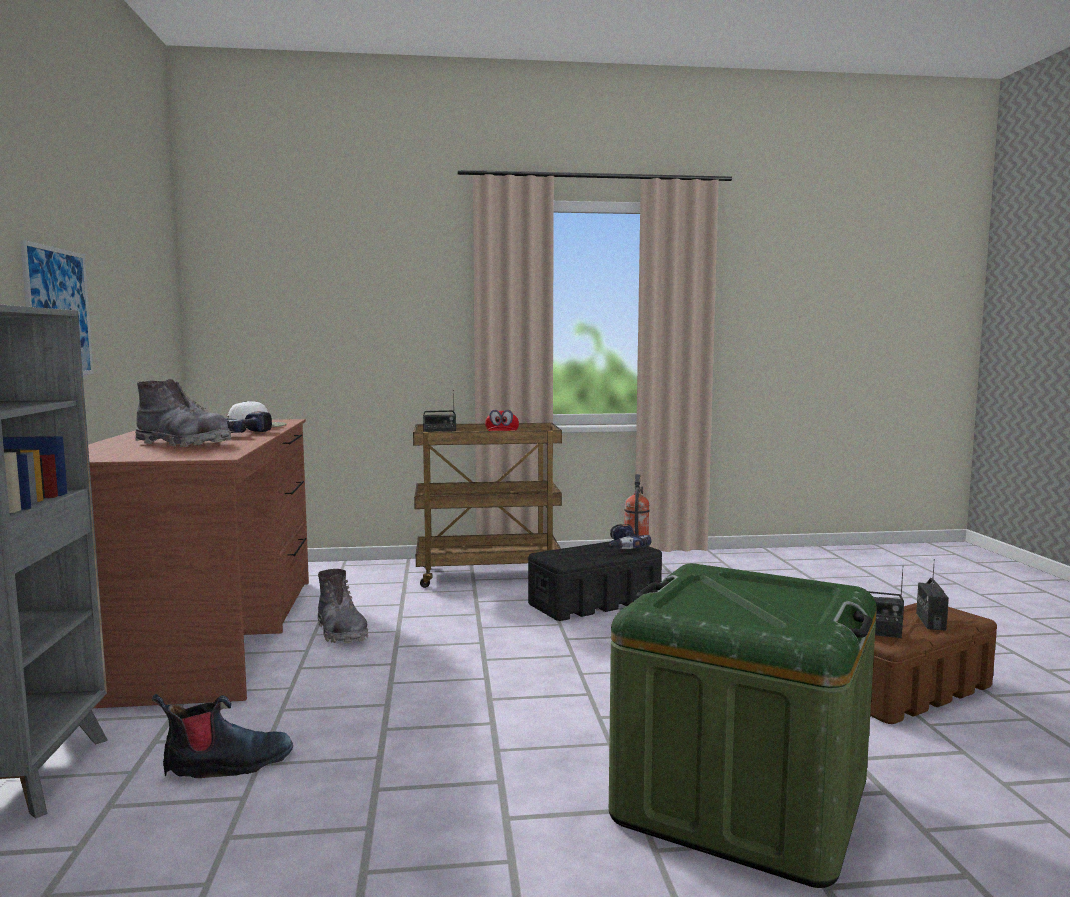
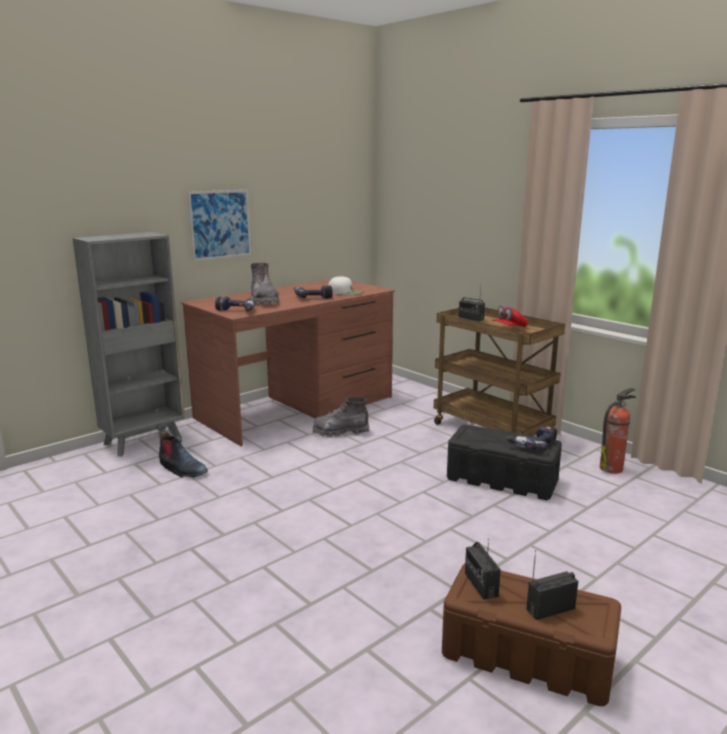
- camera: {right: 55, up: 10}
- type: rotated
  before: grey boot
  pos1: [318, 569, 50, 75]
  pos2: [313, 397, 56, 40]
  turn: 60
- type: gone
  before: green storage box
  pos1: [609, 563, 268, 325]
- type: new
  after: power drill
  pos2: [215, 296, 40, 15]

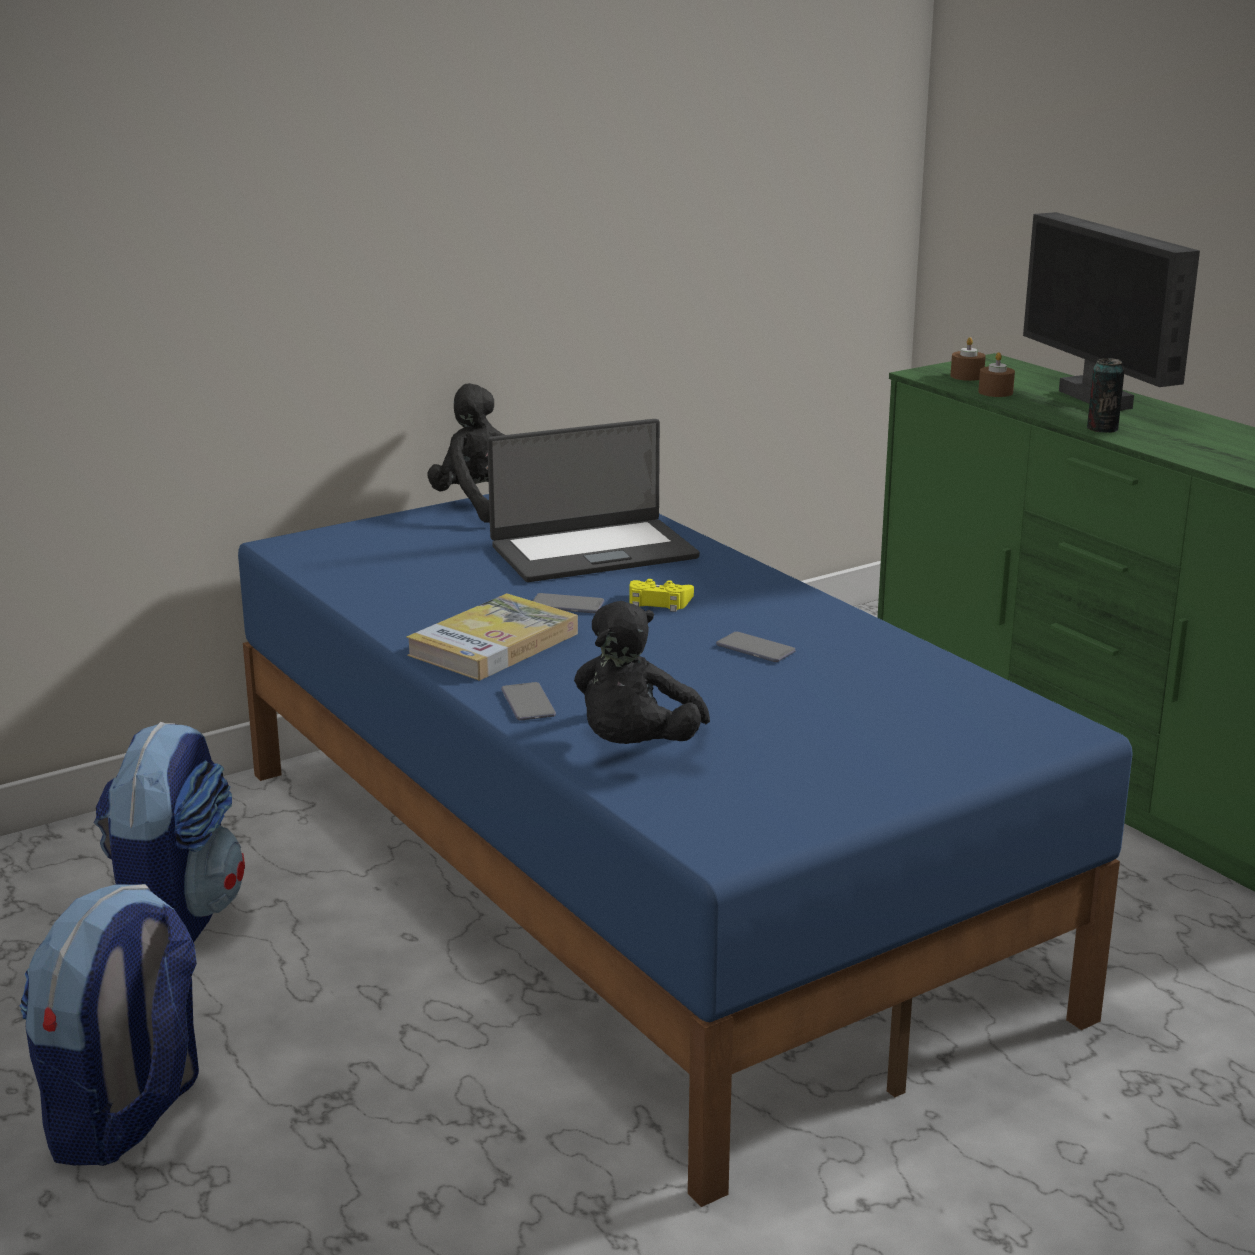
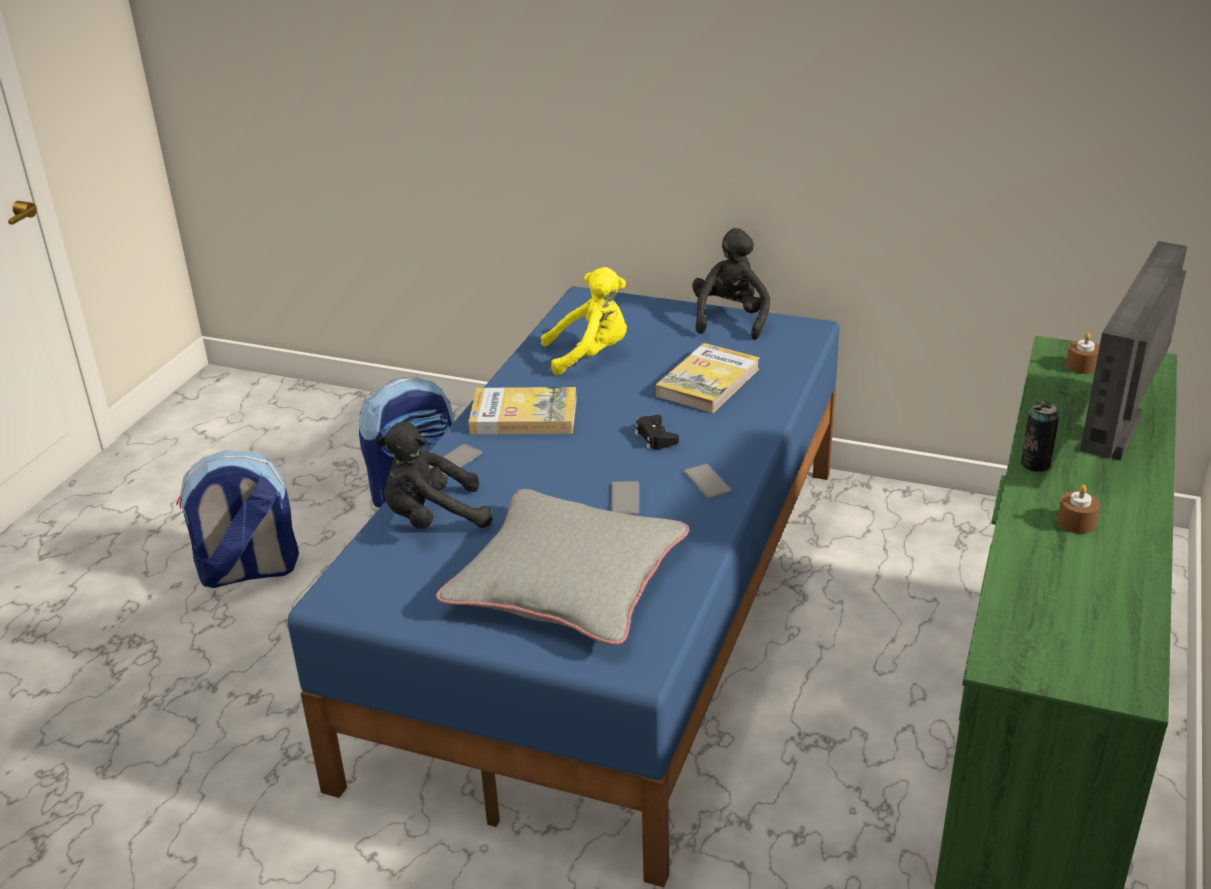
- camera: {right: 55, up: 10}
- type: swapped
  before: laptop
  after: book
  pos1: [487, 419, 213, 163]
  pos2: [656, 343, 104, 70]
- type: shifted
  before: phone
  pos1: [533, 593, 71, 20]
  pos2: [684, 464, 48, 35]
- type: repainted
  before: yellow game controller
  after: black game controller
  pos1: [629, 579, 65, 33]
  pos2: [635, 415, 44, 34]
- type: shifted
  before: brown candle
  pos1: [978, 352, 37, 45]
  pos2: [1057, 485, 43, 49]
- type: new
  after: grey pillow
  pos2: [436, 489, 253, 156]
- type: new
  after: yellow plush toy
  pos2: [541, 267, 86, 108]

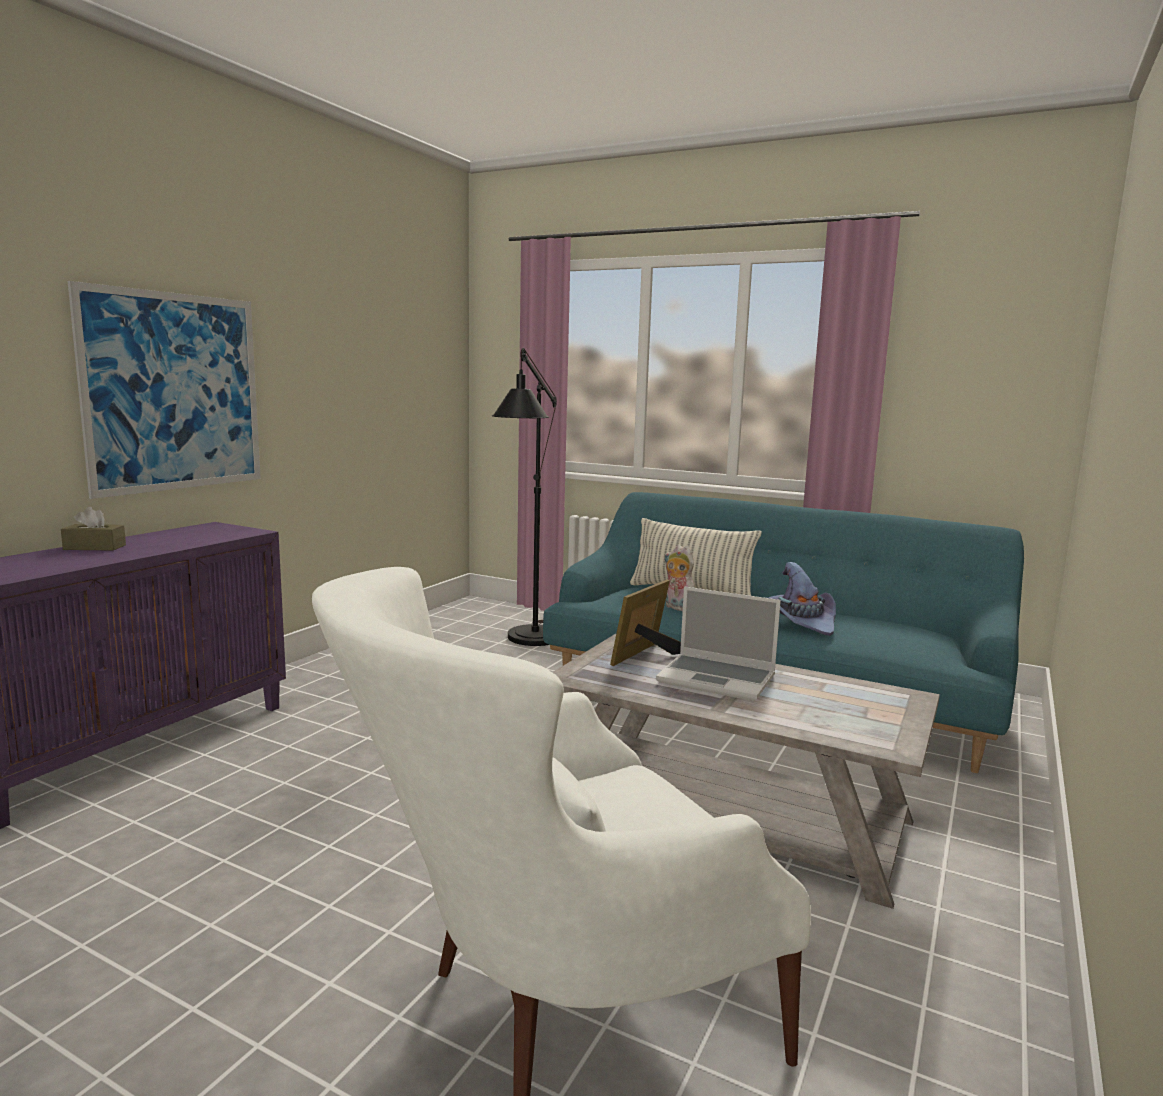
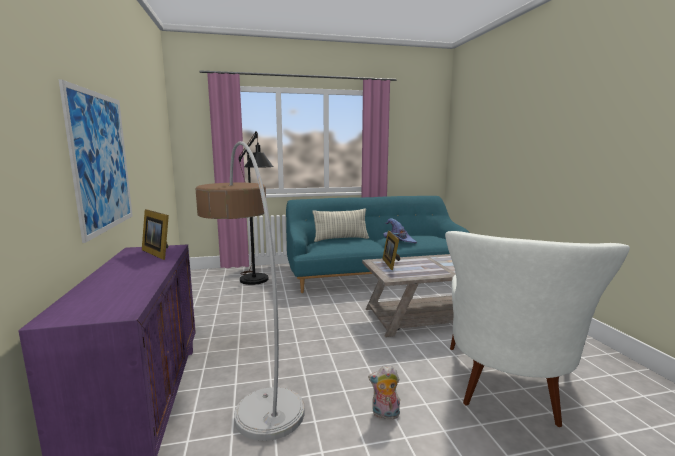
- camera: {right: -40, up: 0}
- type: gone
  before: brown tissue box
  pos1: [61, 507, 65, 43]
- type: gone
  before: laptop
  pos1: [656, 586, 125, 115]
- type: shifted
  before: plush toy
  pos1: [664, 545, 31, 66]
  pos2: [368, 366, 32, 53]
- type: new
  after: picture frame
  pos2: [142, 209, 27, 51]
- type: new
  after: floor lamp
  pos2: [196, 141, 109, 300]

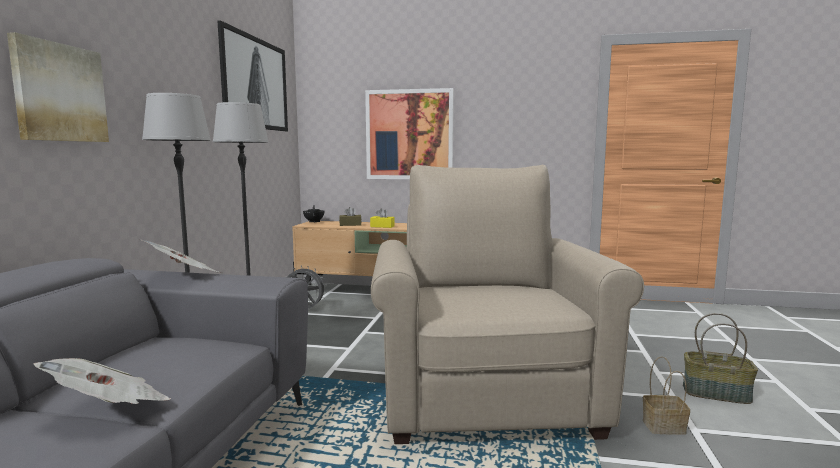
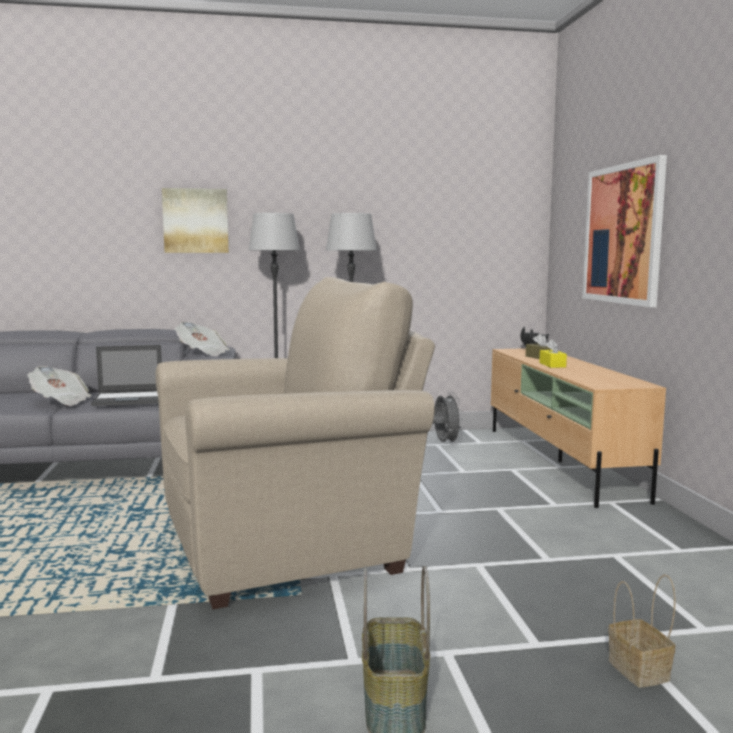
- camera: {right: 70, up: 0}
- type: gone
  before: picture
  pos1: [218, 20, 70, 111]
- type: shifted
  before: basket
  pos1: [643, 356, 47, 79]
  pos2: [608, 574, 68, 114]
- type: new
  after: laptop
  pos2: [91, 345, 71, 61]

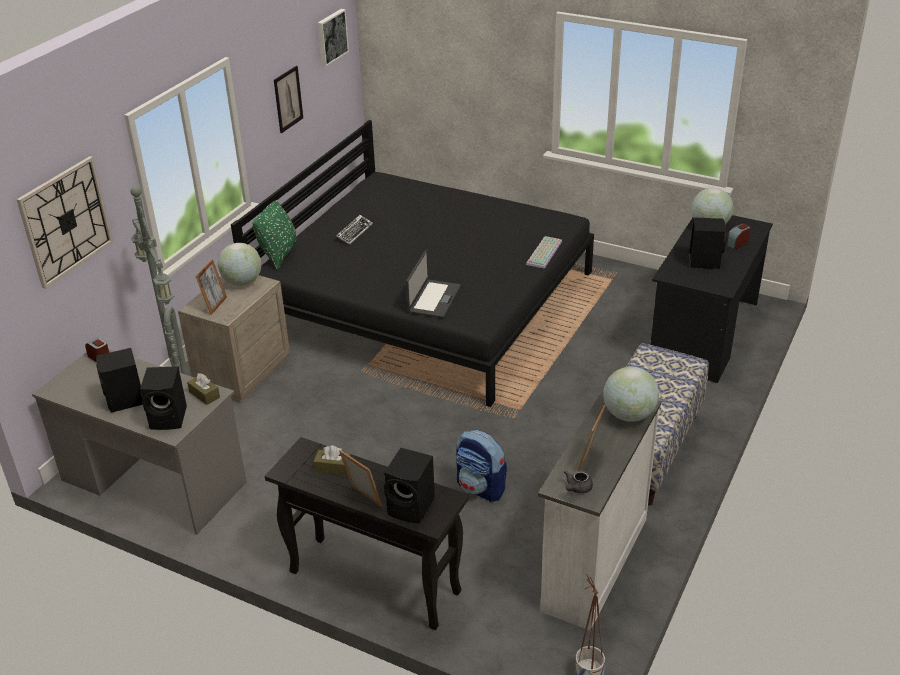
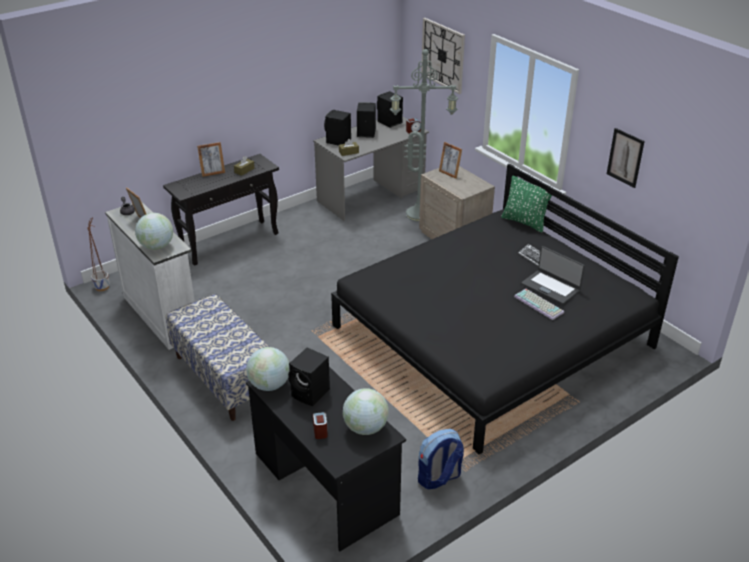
- camera: {right: 115, up: 0}
- type: shifted
  before: globe
  pos1: [218, 243, 44, 43]
  pos2: [246, 347, 44, 44]
- type: gone
  before: picture
  pos1: [318, 9, 31, 58]
- type: shifted
  before: black speaker
  pos1: [384, 448, 51, 76]
  pos2: [377, 91, 26, 37]
- type: shifted
  before: laptop
  pos1: [406, 250, 55, 68]
  pos2: [521, 246, 64, 58]
- type: shifted
  before: backpack
  pos1: [456, 430, 51, 72]
  pos2: [418, 429, 46, 61]
- type: shifted
  before: keyboard
  pos1: [526, 236, 36, 33]
  pos2: [514, 289, 50, 31]

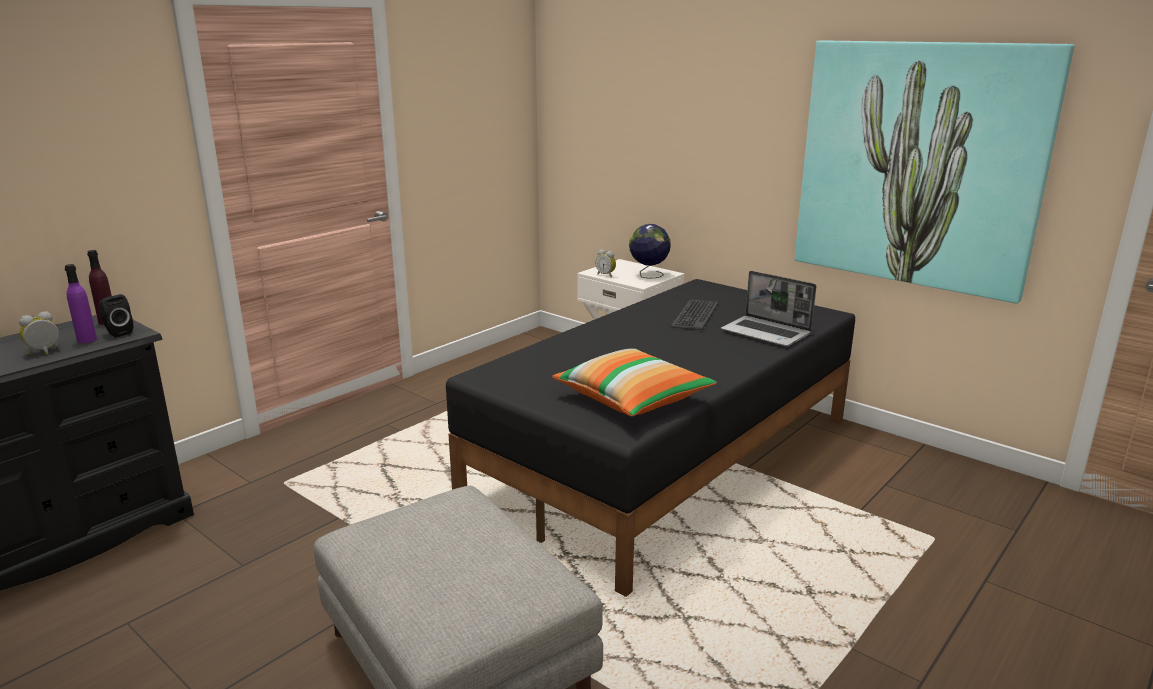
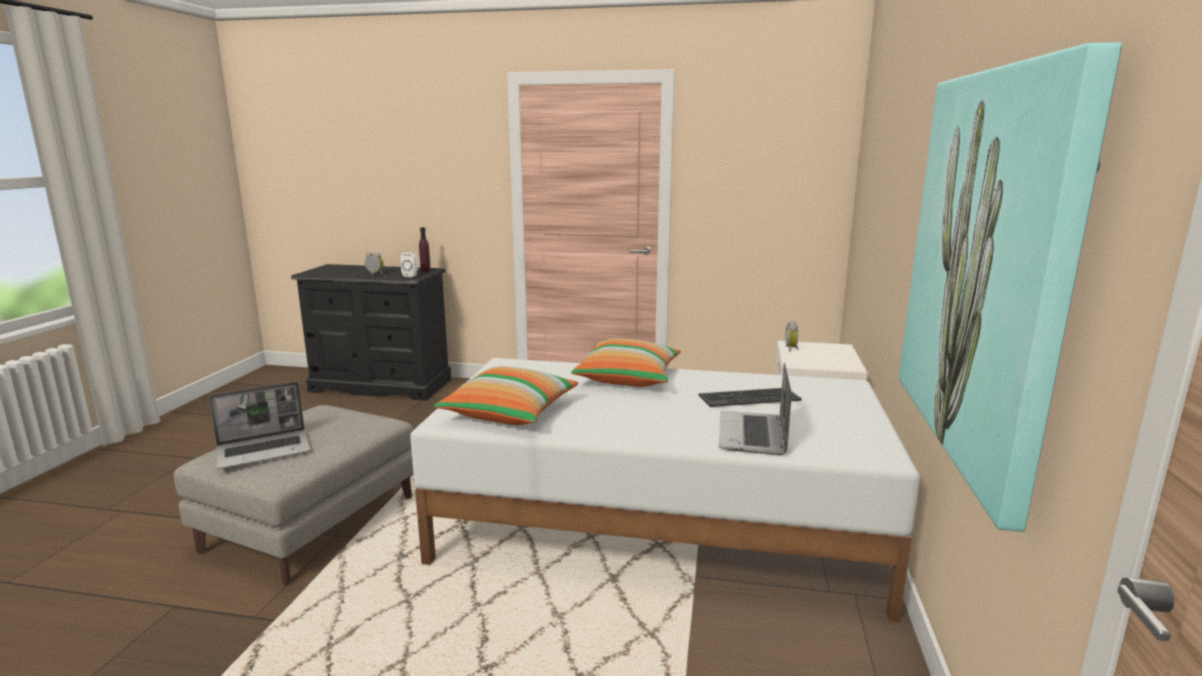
- camera: {right: 60, up: -5}
- type: gone
  before: purple bottle
  pos1: [65, 264, 32, 79]
- type: repainted
  before: black speaker
  after: white speaker
  pos1: [98, 294, 35, 43]
  pos2: [401, 253, 17, 24]
- type: repainted
  before: black bed
  after: white bed
  pos1: [446, 279, 409, 318]
  pos2: [410, 358, 510, 265]
- type: gone
  before: globe
  pos1: [629, 224, 42, 54]
- type: new
  after: laptop
  pos2: [209, 382, 102, 87]
- type: new
  after: pillow
  pos2: [571, 339, 110, 48]

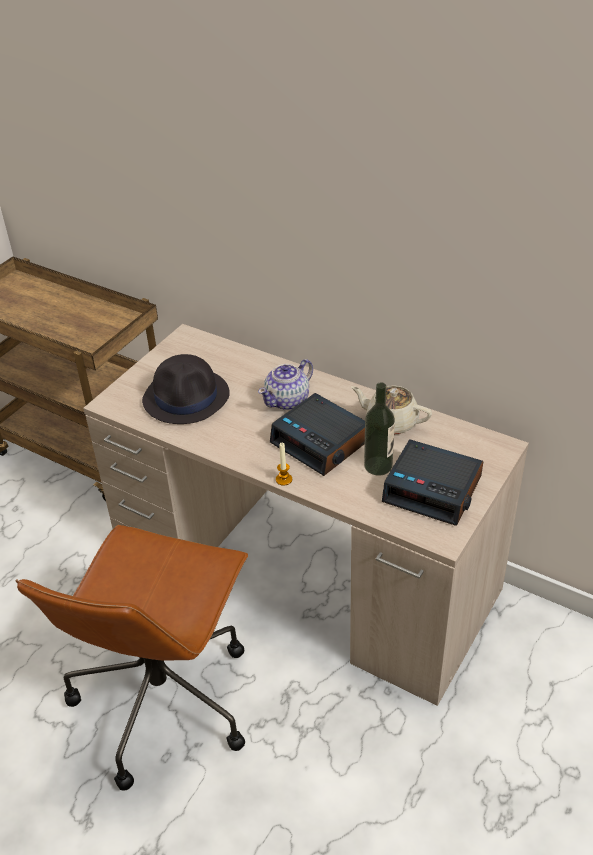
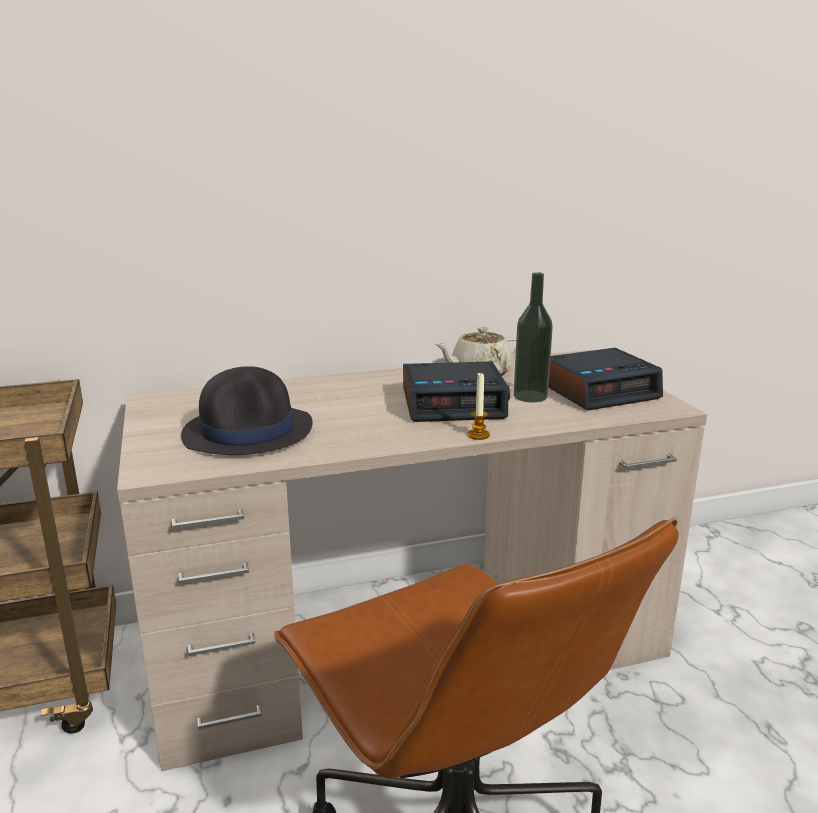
- camera: {right: -50, up: -20}
- type: gone
  before: teapot
  pos1: [258, 359, 55, 51]

